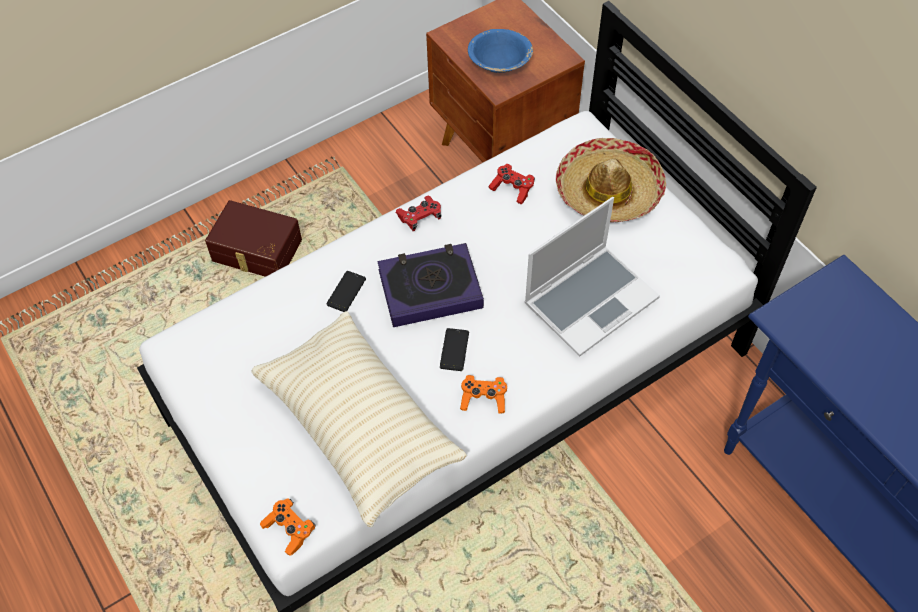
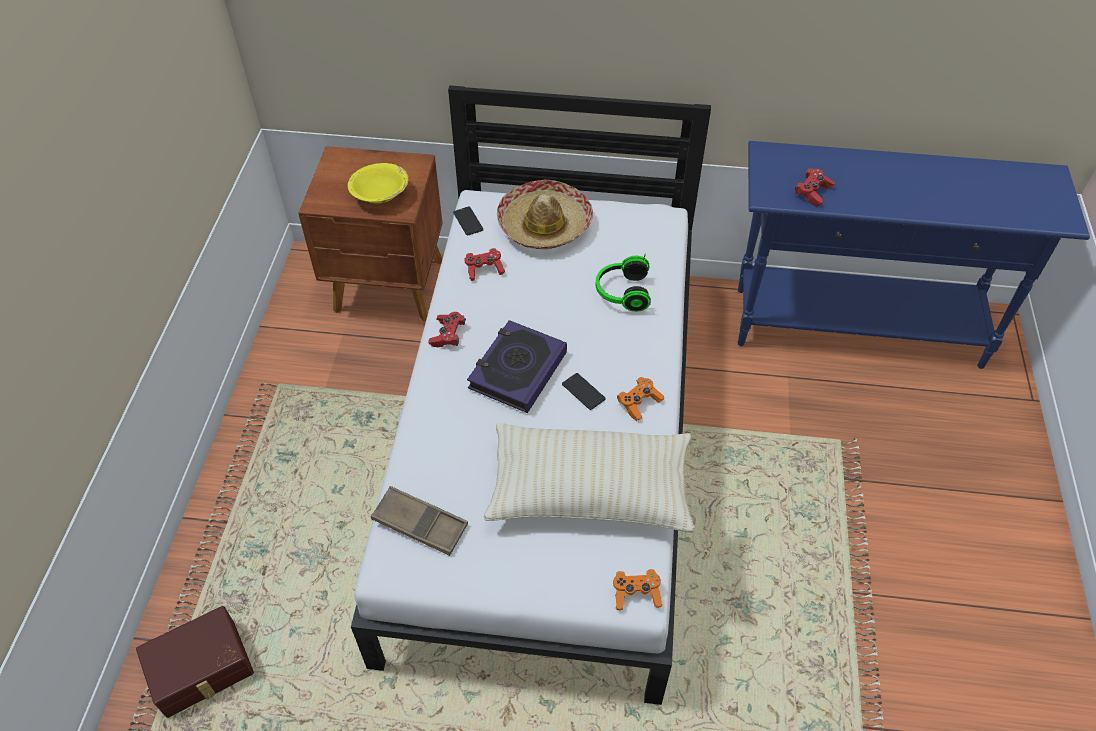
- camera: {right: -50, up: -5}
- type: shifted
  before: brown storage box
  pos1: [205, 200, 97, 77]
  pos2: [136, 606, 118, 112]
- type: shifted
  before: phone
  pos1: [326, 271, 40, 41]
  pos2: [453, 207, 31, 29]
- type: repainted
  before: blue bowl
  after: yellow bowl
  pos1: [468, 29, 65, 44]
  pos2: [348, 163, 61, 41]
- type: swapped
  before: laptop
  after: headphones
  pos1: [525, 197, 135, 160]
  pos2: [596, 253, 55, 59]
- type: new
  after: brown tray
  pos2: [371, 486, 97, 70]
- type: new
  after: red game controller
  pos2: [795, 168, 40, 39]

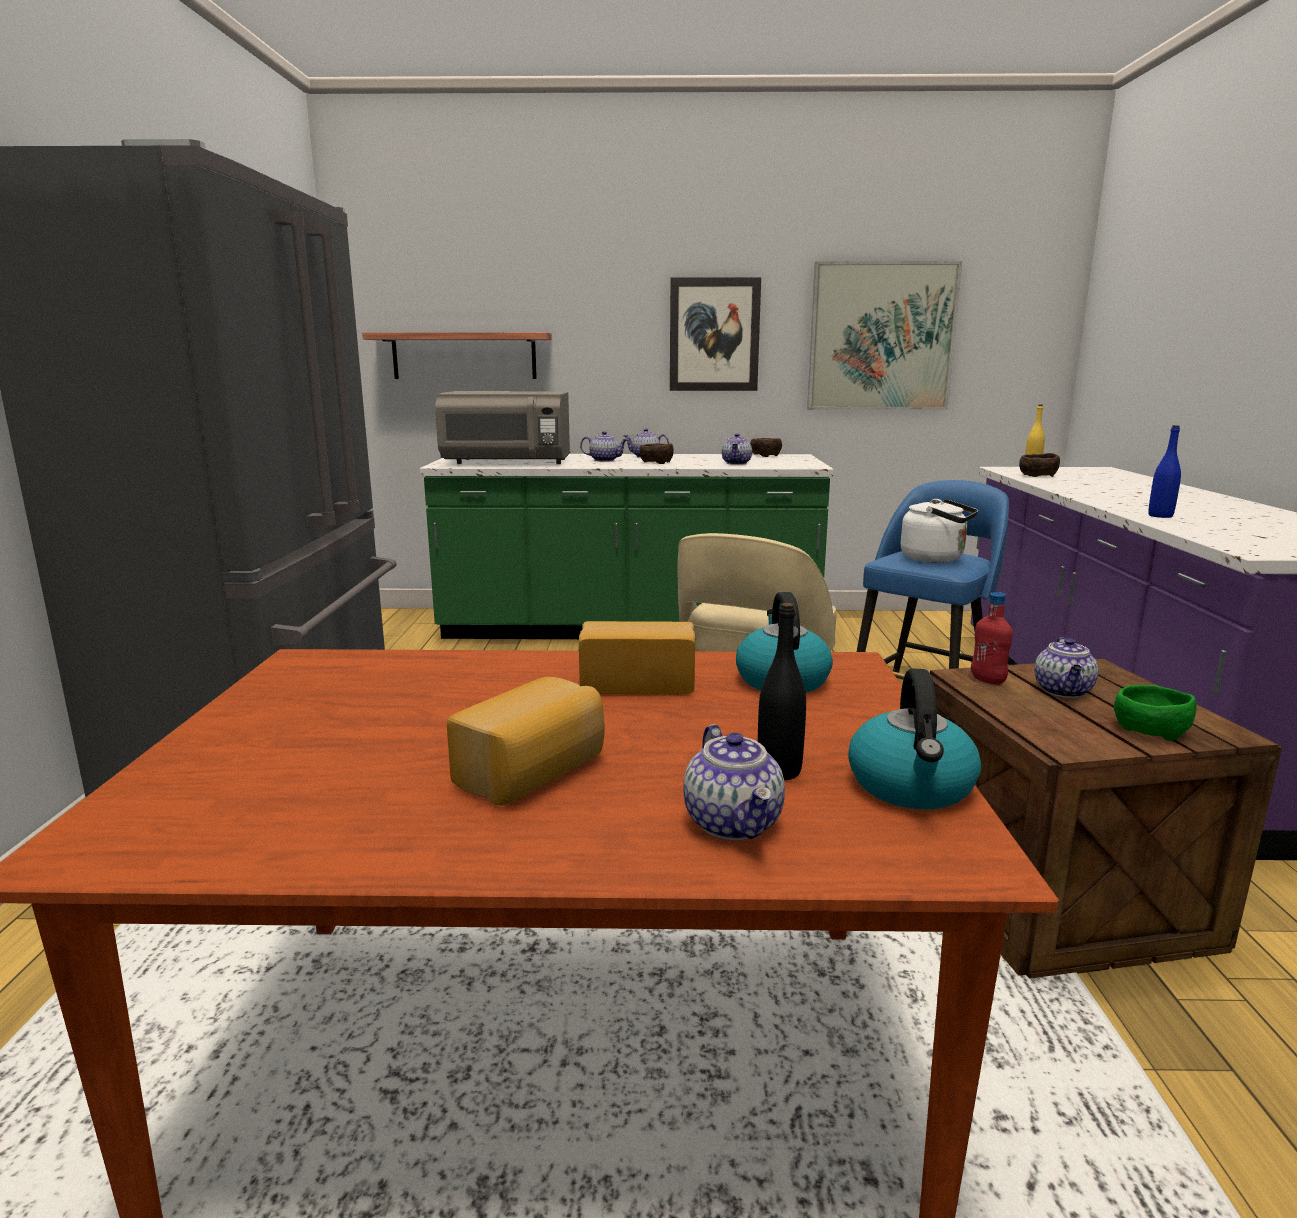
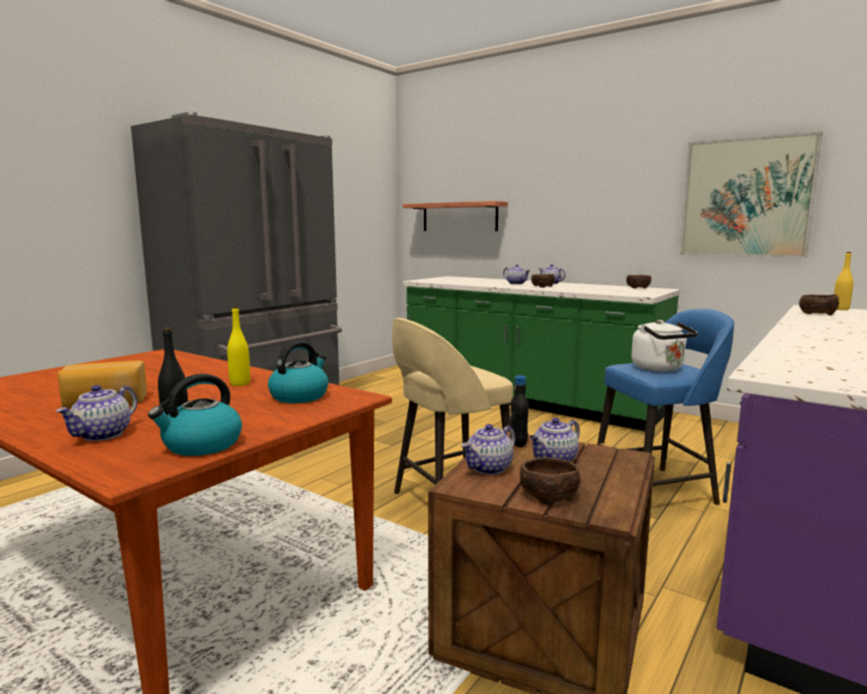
- camera: {right: 35, up: -5}
- type: gone
  before: grey microwave
  pos1: [435, 391, 135, 73]
- type: swapped
  before: bread
  after: yellow bottle
  pos1: [579, 621, 116, 73]
  pos2: [227, 306, 23, 80]
- type: gone
  before: picture
  pos1: [670, 277, 91, 114]
- type: shifted
  before: teapot
  pos1: [722, 433, 30, 32]
  pos2: [461, 424, 54, 51]
- type: repainted
  before: red bottle
  after: black bottle
  pos1: [971, 592, 42, 93]
  pos2: [510, 375, 19, 72]
- type: repainted
  before: green bowl
  after: brown bowl
  pos1: [1114, 685, 83, 56]
  pos2: [520, 457, 60, 48]
- type: gone
  before: blue bottle
  pos1: [1148, 425, 33, 93]

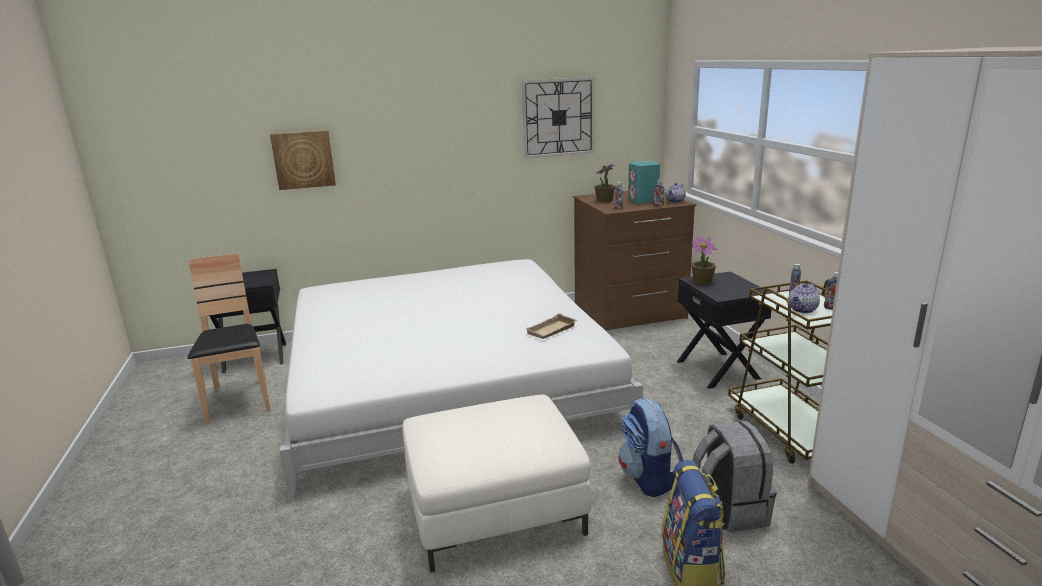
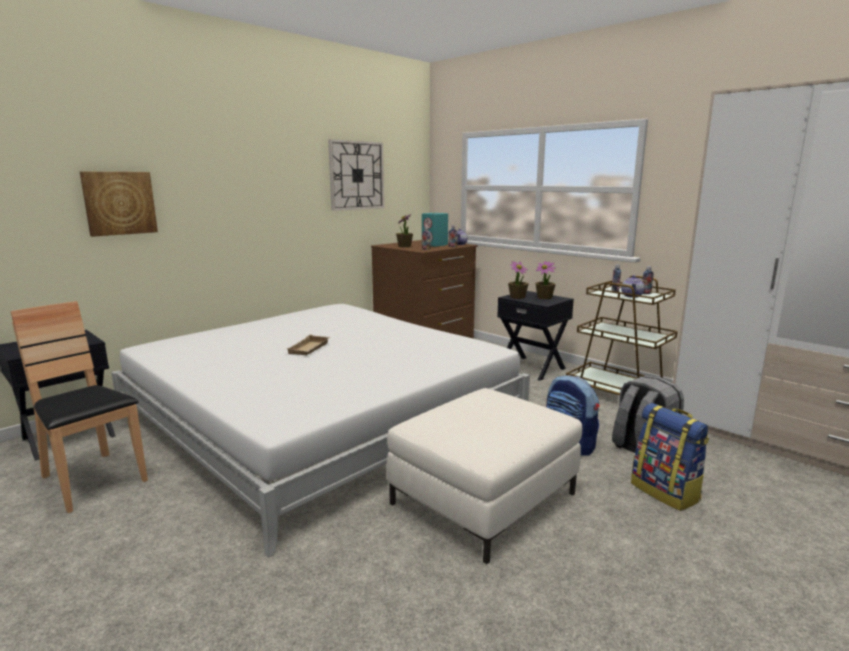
- camera: {right: -30, up: -5}
- type: shifted
  before: beige tray
  pos1: [525, 313, 52, 26]
  pos2: [286, 335, 44, 20]
- type: new
  after: potted plant
  pos2: [536, 261, 20, 38]

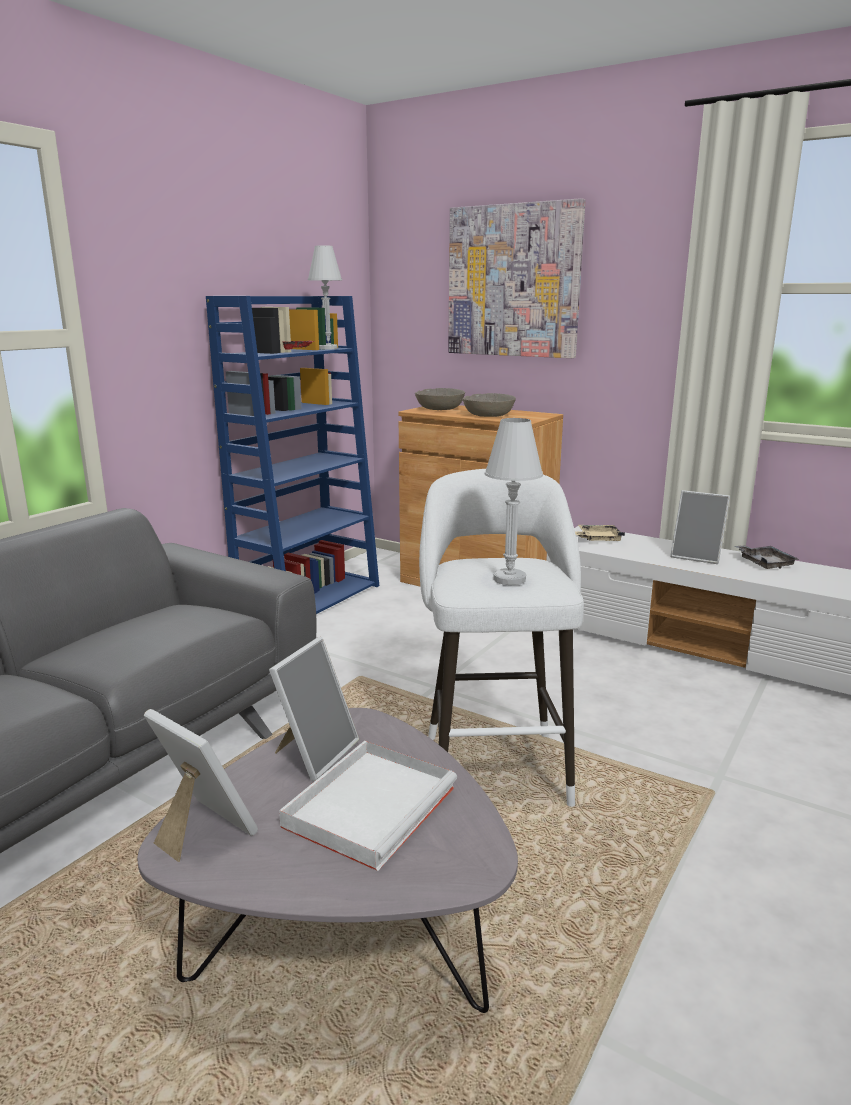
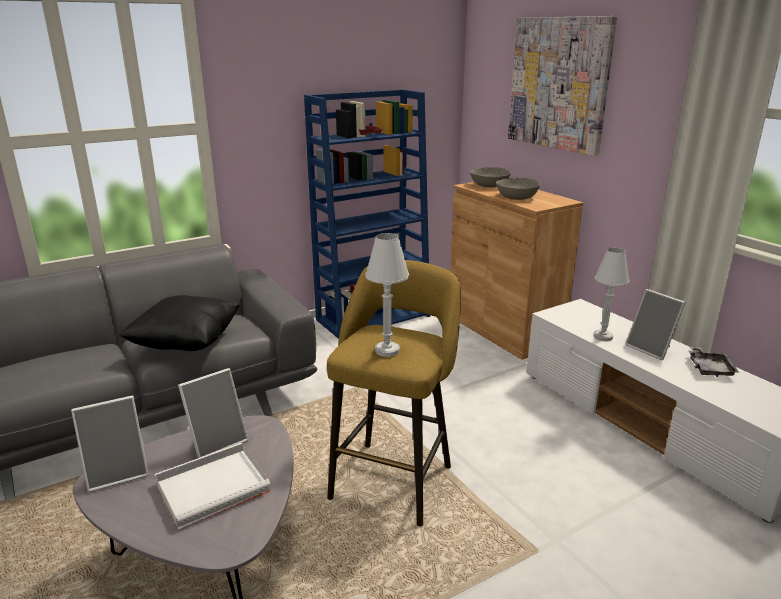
- camera: {right: 25, up: 5}
- type: rotated
  before: picture frame
  pos1: [144, 709, 114, 153]
  pos2: [71, 395, 78, 97]
  turn: 90
- type: shifted
  before: white table lamp
  pos1: [308, 245, 34, 104]
  pos2: [594, 248, 36, 93]
- type: repainted
  before: white stool
  after: yellow stool
  pos1: [419, 469, 165, 338]
  pos2: [327, 260, 134, 267]
- type: gone
  before: beige tray
  pos1: [575, 525, 50, 16]
- type: new
  after: black pillow
  pos2: [119, 295, 121, 56]

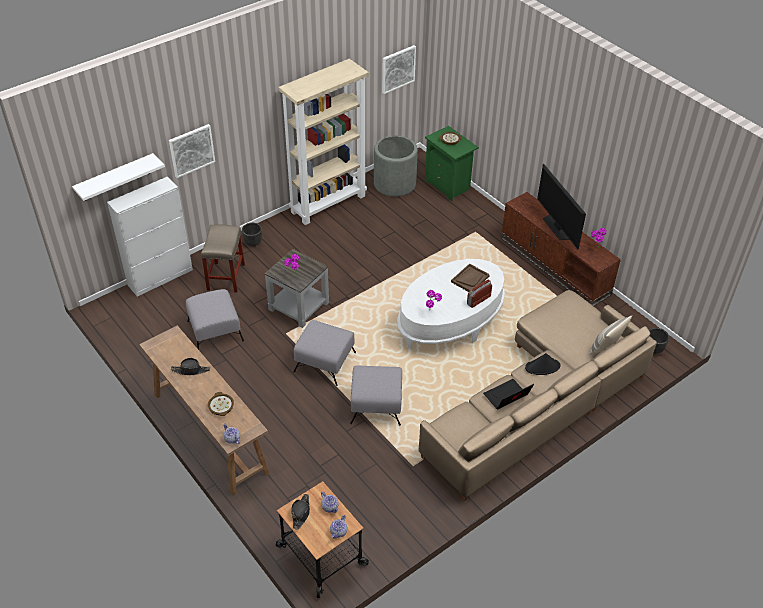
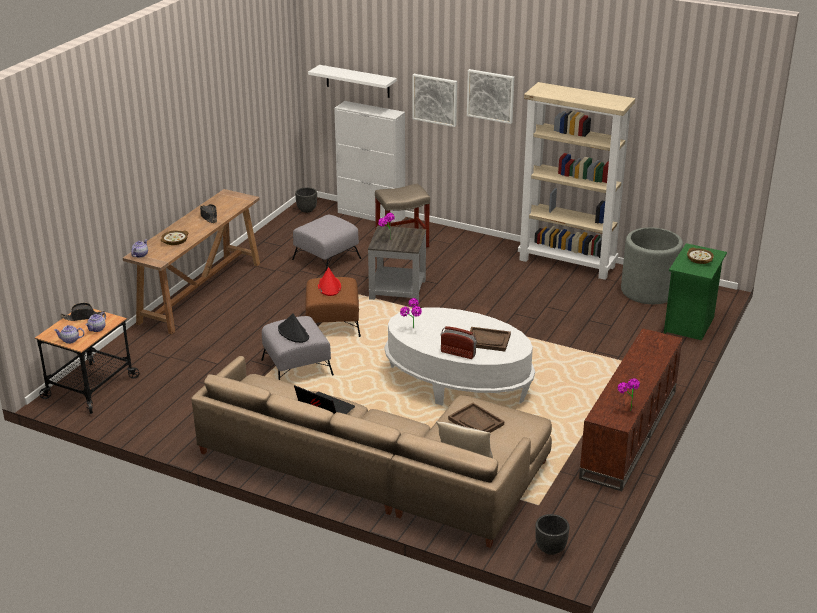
- camera: {right: 65, up: -15}
- type: shifted
  before: black planter
  pos1: [242, 223, 20, 24]
  pos2: [295, 187, 22, 26]
- type: repainted
  before: grey ottoman
  after: brown ottoman
  pos1: [293, 320, 63, 66]
  pos2: [306, 277, 55, 60]
- type: shifted
  before: picture
  pos1: [382, 45, 34, 49]
  pos2: [467, 69, 47, 55]
- type: shifted
  before: black hat
  pos1: [525, 353, 36, 22]
  pos2: [278, 313, 31, 30]
- type: gone
  before: television
  pos1: [537, 164, 49, 85]
- type: new
  after: red hat
  pos2: [318, 267, 23, 29]
- type: new
  after: brown tray
  pos2: [448, 403, 56, 30]

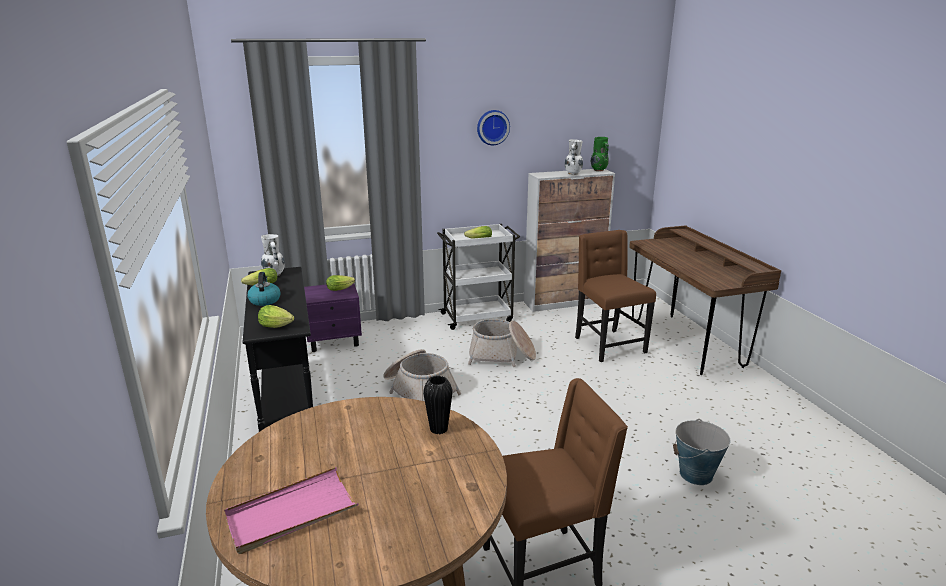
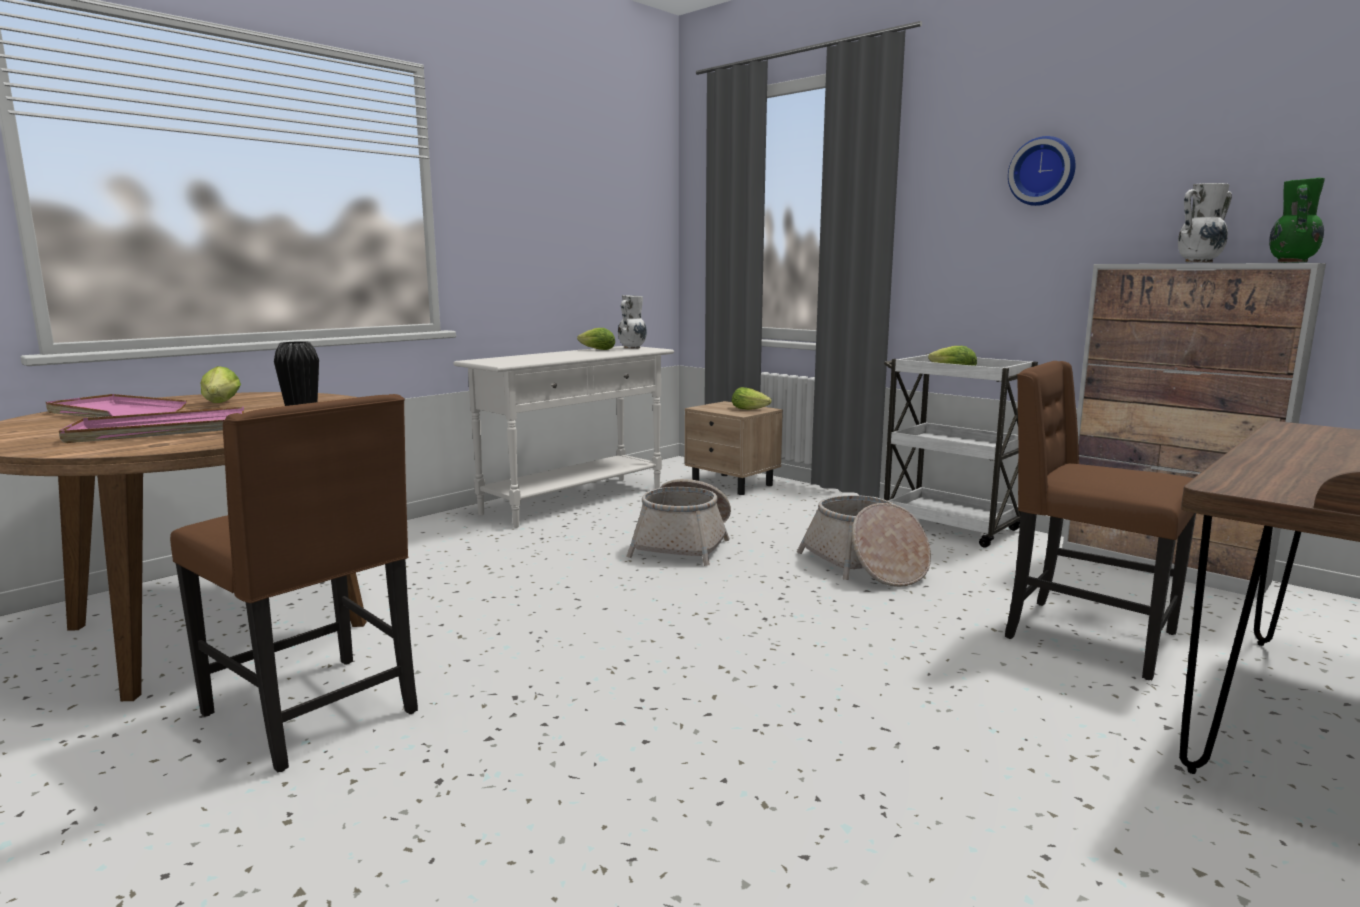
- camera: {right: 60, up: -10}
- type: repainted
  before: black console table
  after: white console table
  pos1: [242, 267, 71, 165]
  pos2: [454, 346, 220, 182]
- type: gone
  before: kettle
  pos1: [247, 272, 34, 34]
- type: shifted
  before: lettuce
  pos1: [258, 305, 36, 23]
  pos2: [201, 366, 40, 37]
- type: repainted
  before: purple nightstand
  after: beige nightstand
  pos1: [304, 283, 58, 69]
  pos2: [685, 401, 98, 94]
- type: rotated
  before: brown chair
  pos1: [575, 230, 81, 132]
  pos2: [1005, 361, 191, 319]
  turn: -90
- type: gone
  before: bucket
  pos1: [673, 419, 58, 66]
- type: new
  after: pink tray
  pos2: [59, 407, 185, 36]

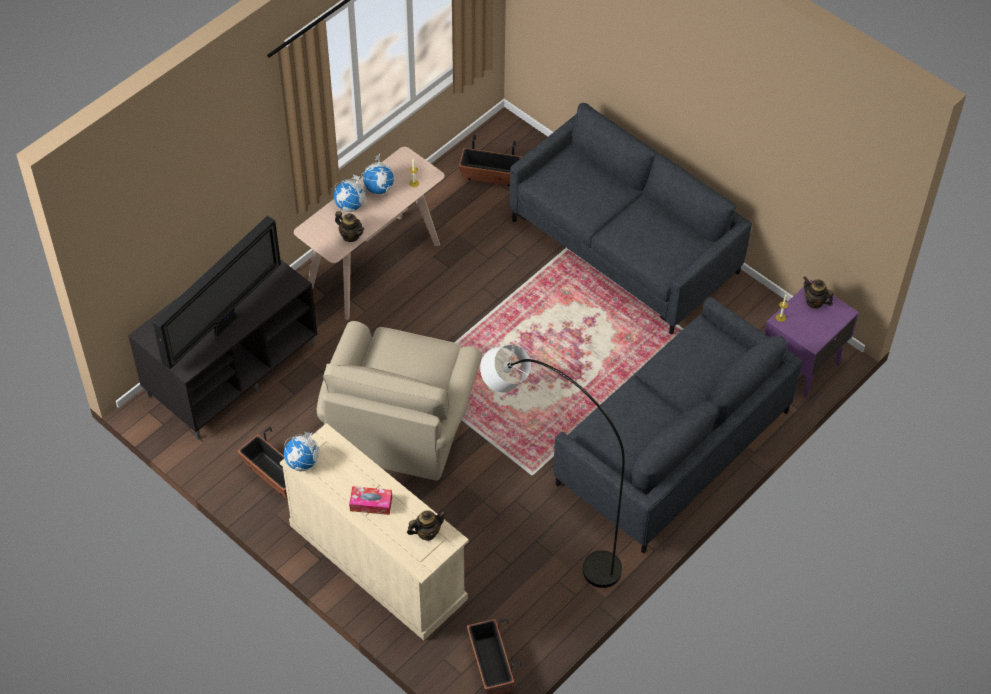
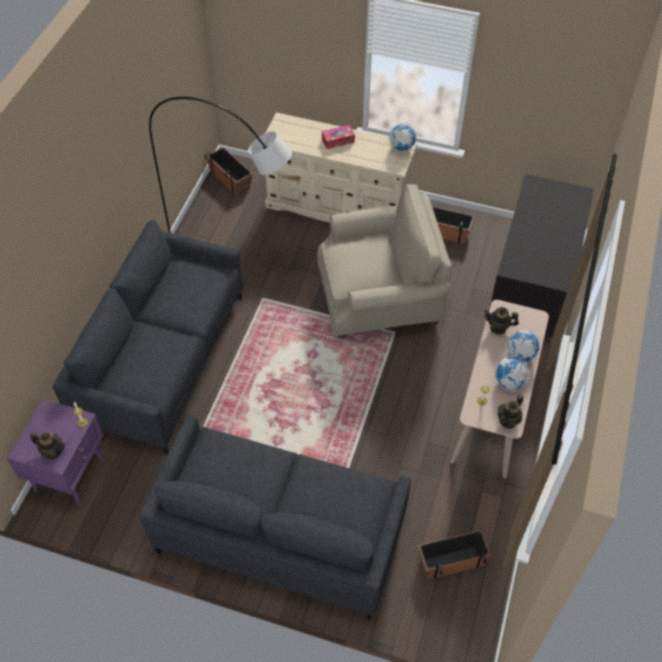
- camera: {right: 155, up: 0}
- type: gone
  before: television
  pos1: [153, 216, 128, 153]
- type: rotated
  before: beige armchair
  pos1: [317, 321, 165, 161]
  pos2: [317, 184, 134, 155]
  turn: 90
- type: shifted
  before: teapot
  pos1: [407, 510, 39, 31]
  pos2: [498, 395, 26, 34]

